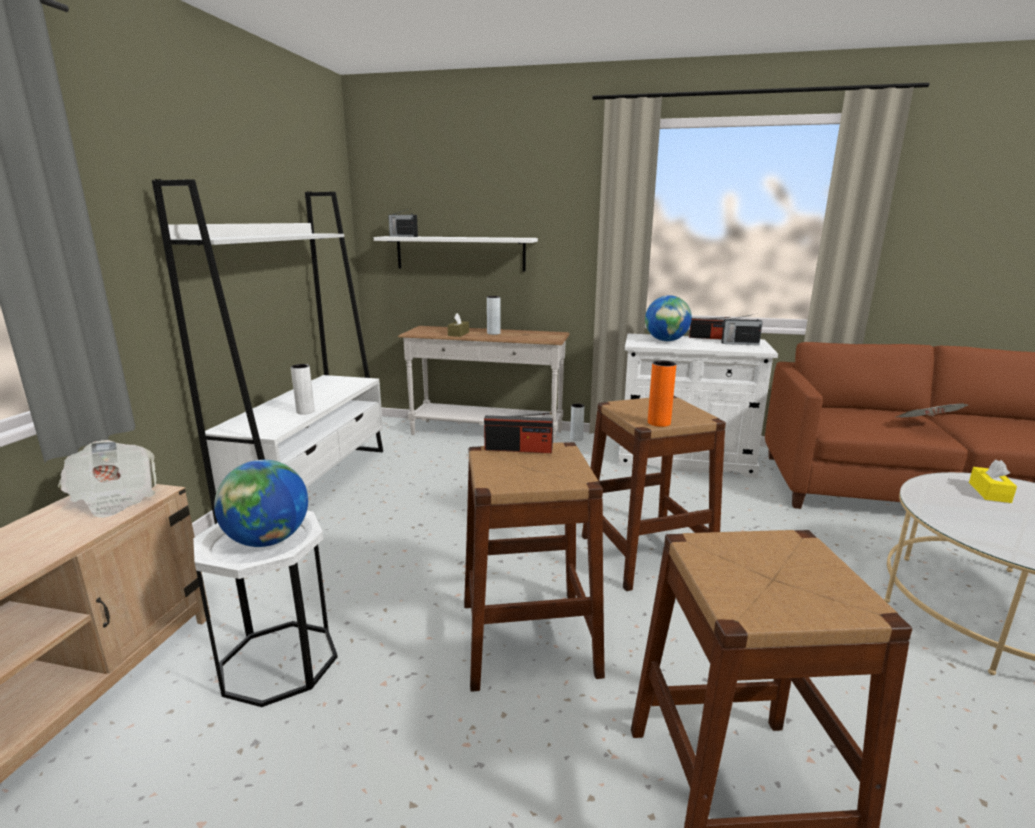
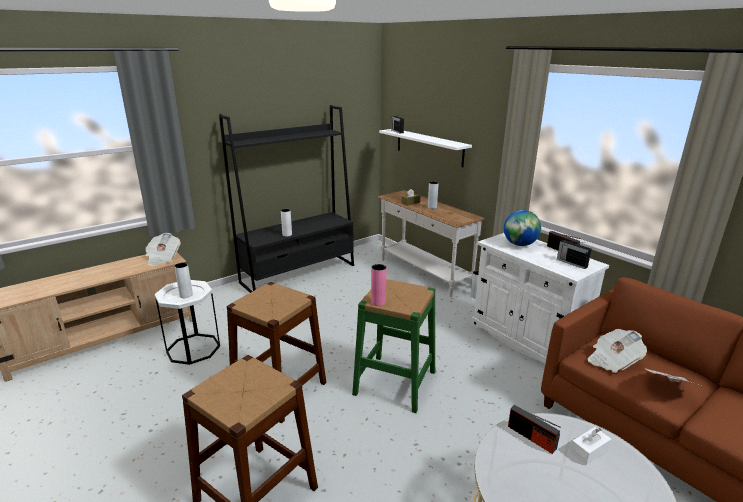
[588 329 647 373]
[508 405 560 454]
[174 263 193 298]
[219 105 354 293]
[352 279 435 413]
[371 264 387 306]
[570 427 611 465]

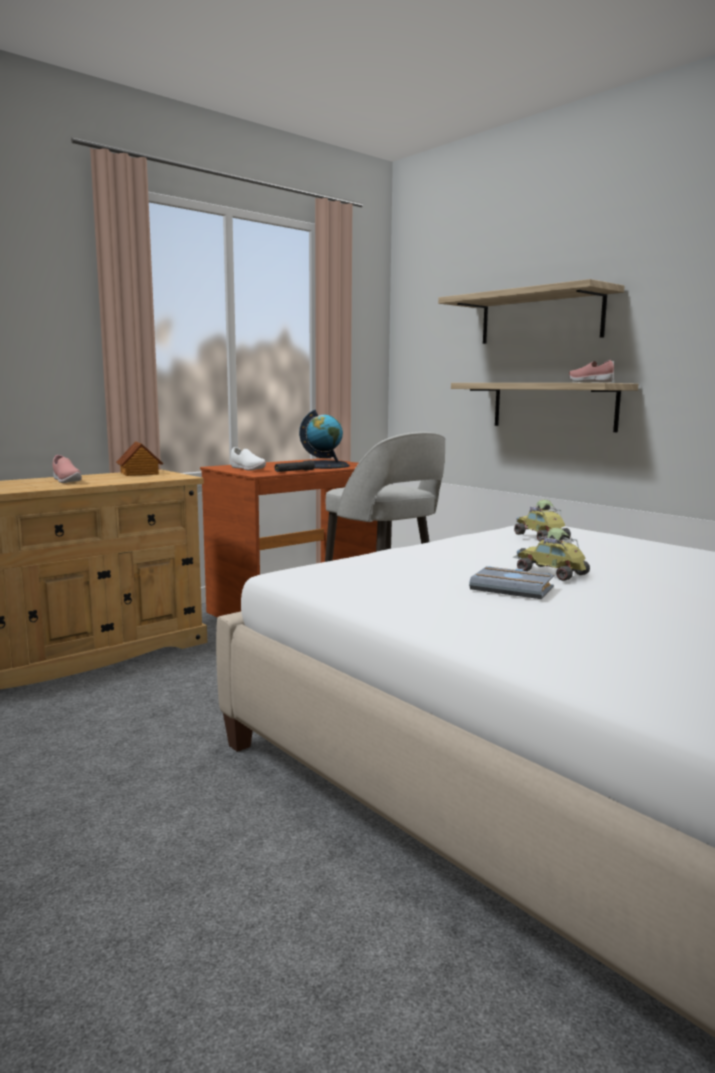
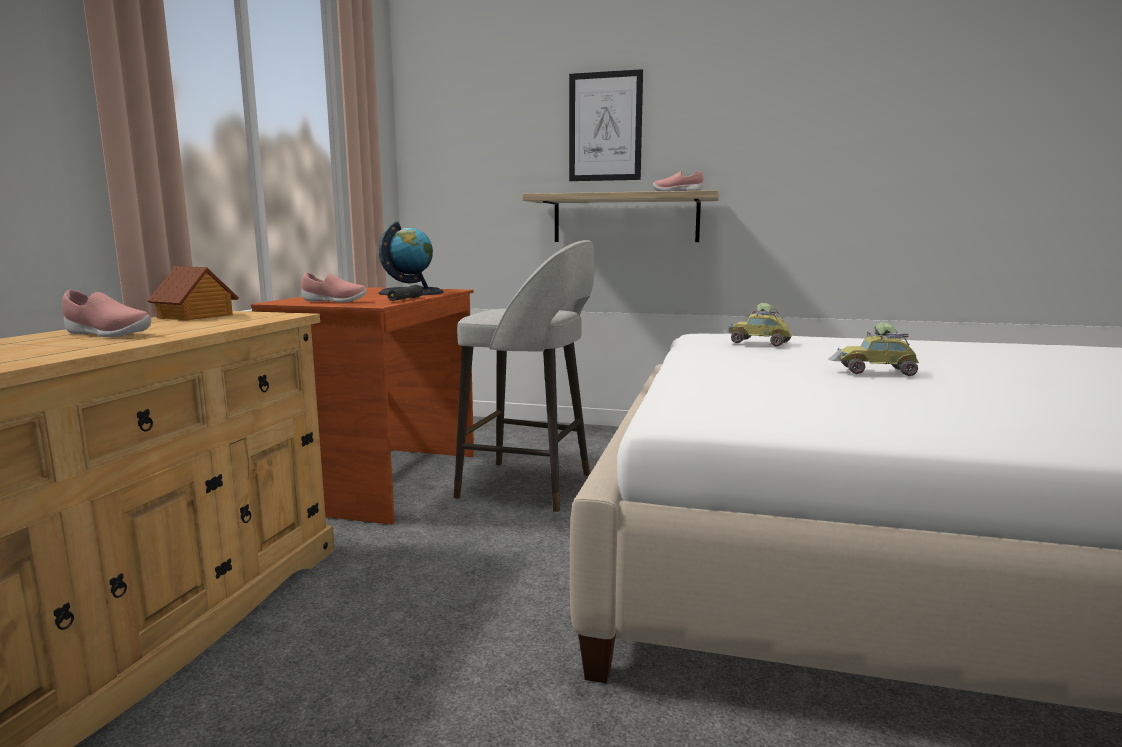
[469 566 554 599] (first image)
[569 69 643 181]
[301 272 367 303]

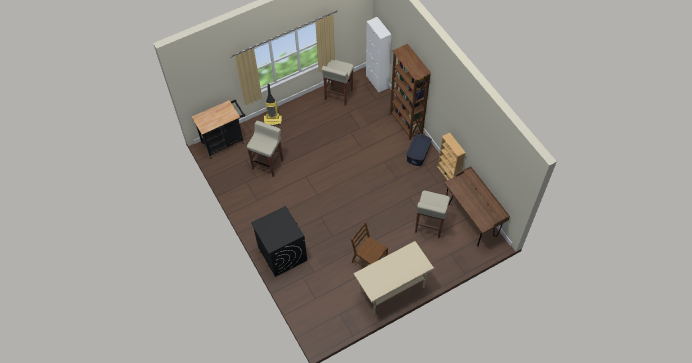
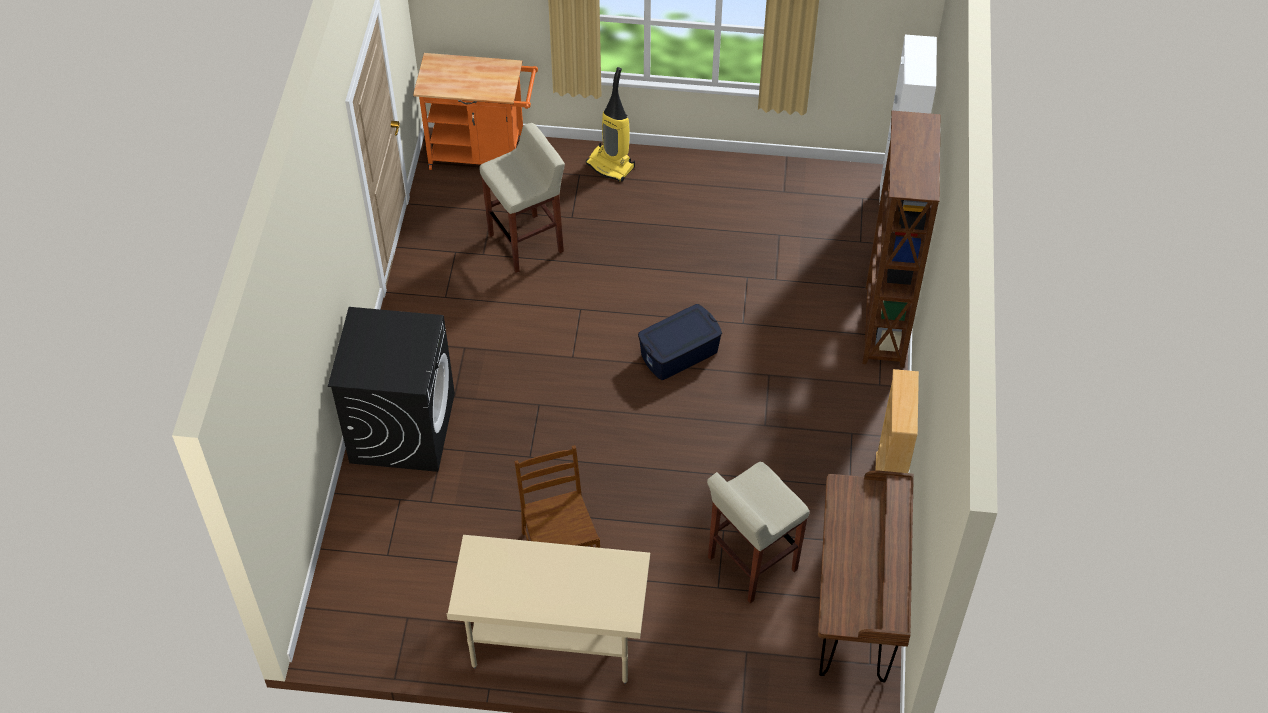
[322 60 354 106] (first image)
[638 304 722 380]
[413 53 538 170]

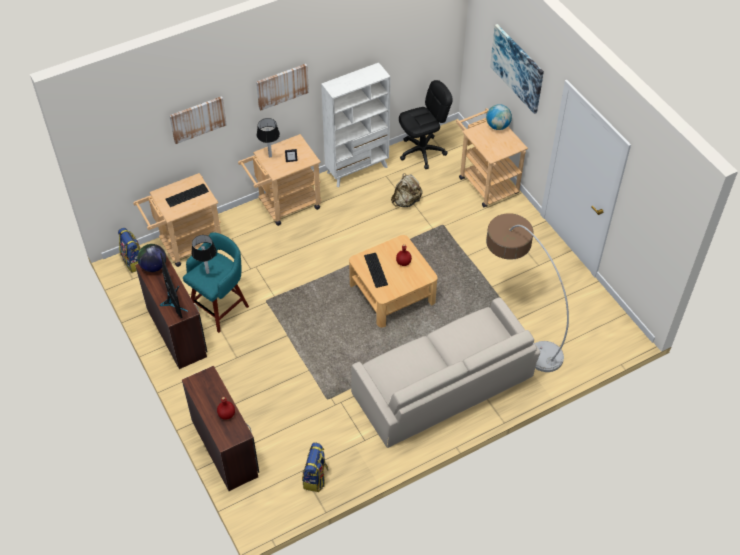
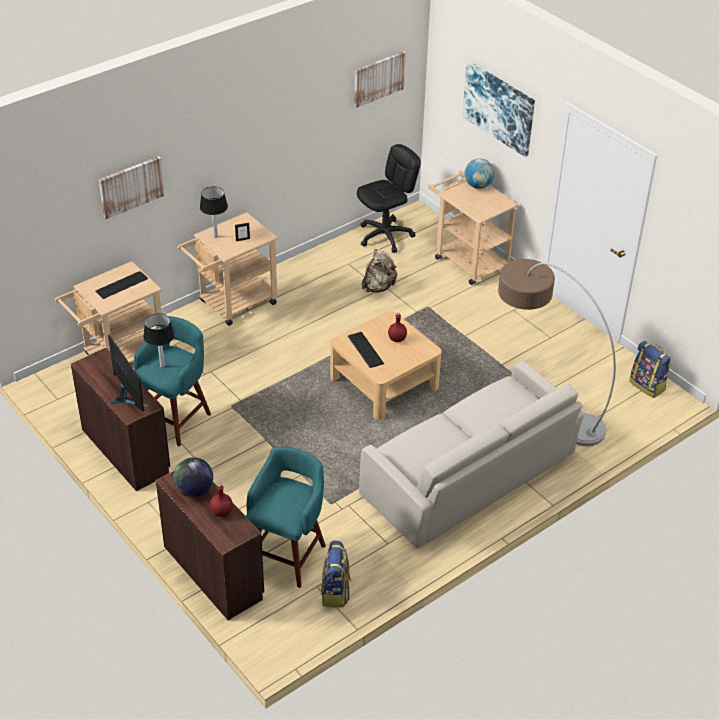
[321 62 391 187] (first image)
[246 447 326 588]
[629 341 671 398]
[173 457 213 497]
[354 51 406 108]

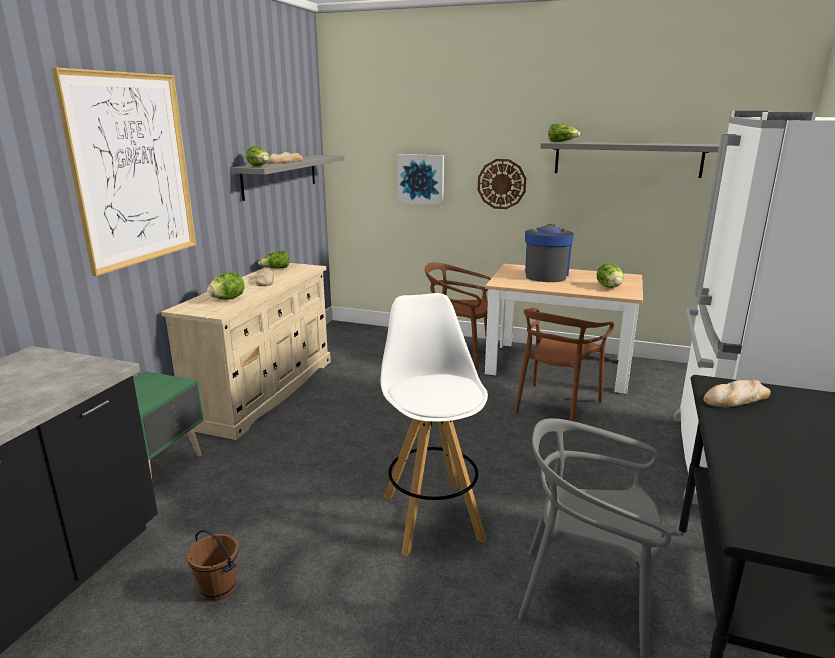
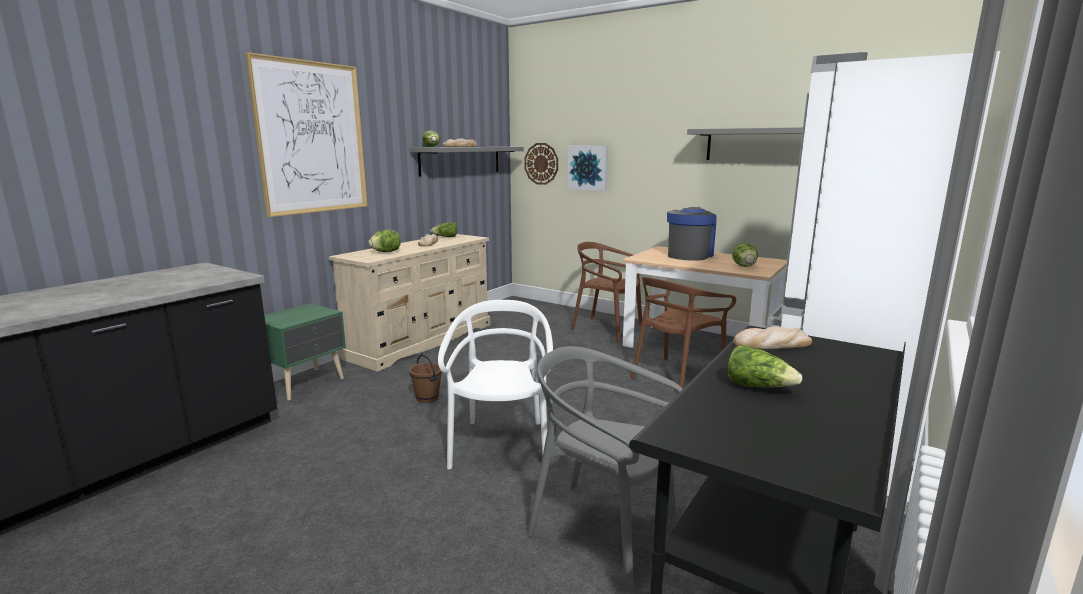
[409 354 442 403]
[524 143 558 185]
[728 345 802 388]
[438 300 553 469]

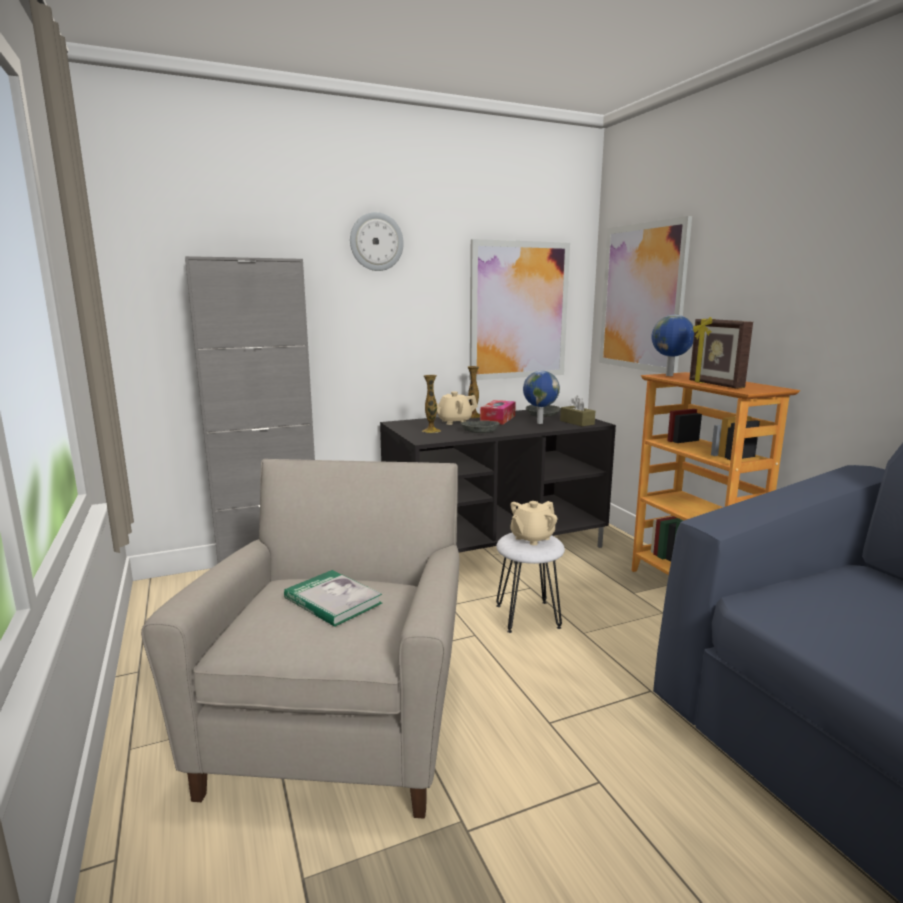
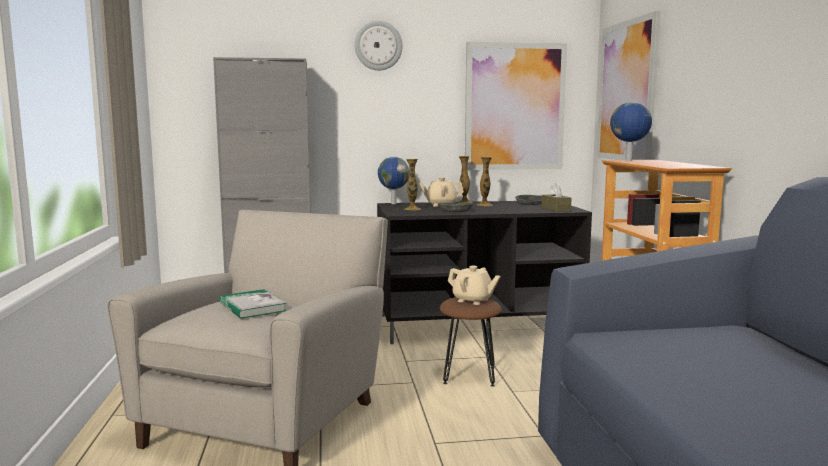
[689 317 753 388] (first image)
[378 157 410 204]
[476 157 492 206]
[440 297 502 387]
[448 266 501 305]

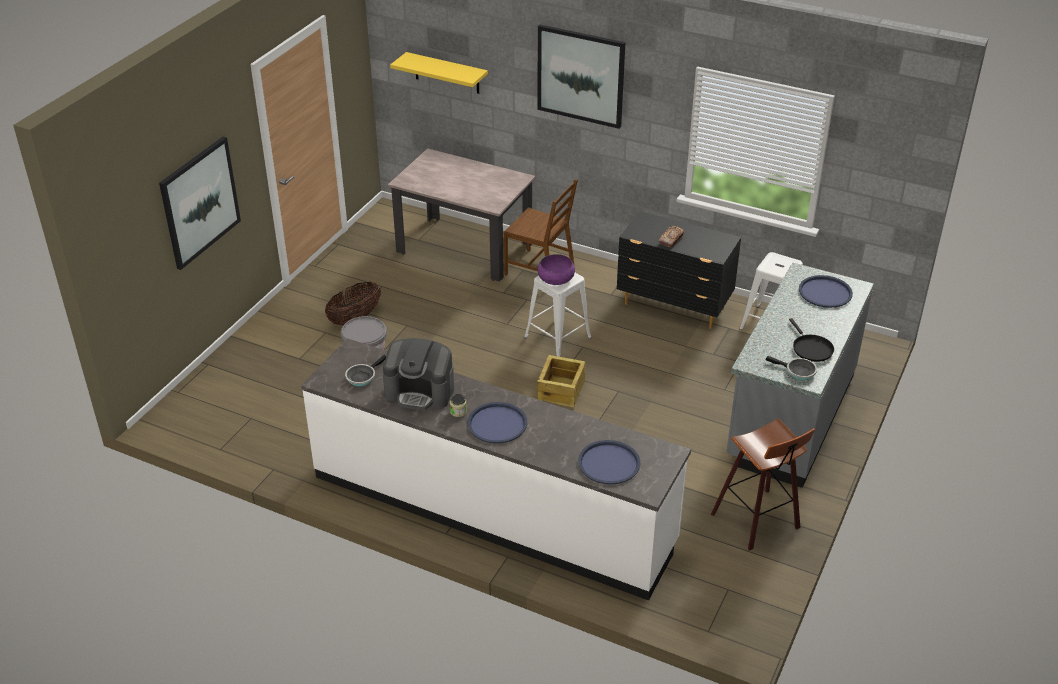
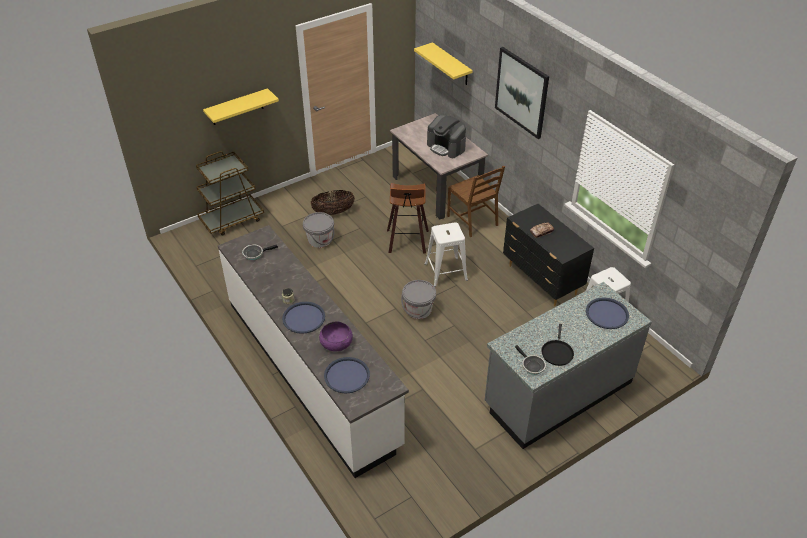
[196 151 264 236]
[427 115 466 158]
[319 321 353 352]
[387 183 429 254]
[203 88 279 125]
[401 280 436 319]

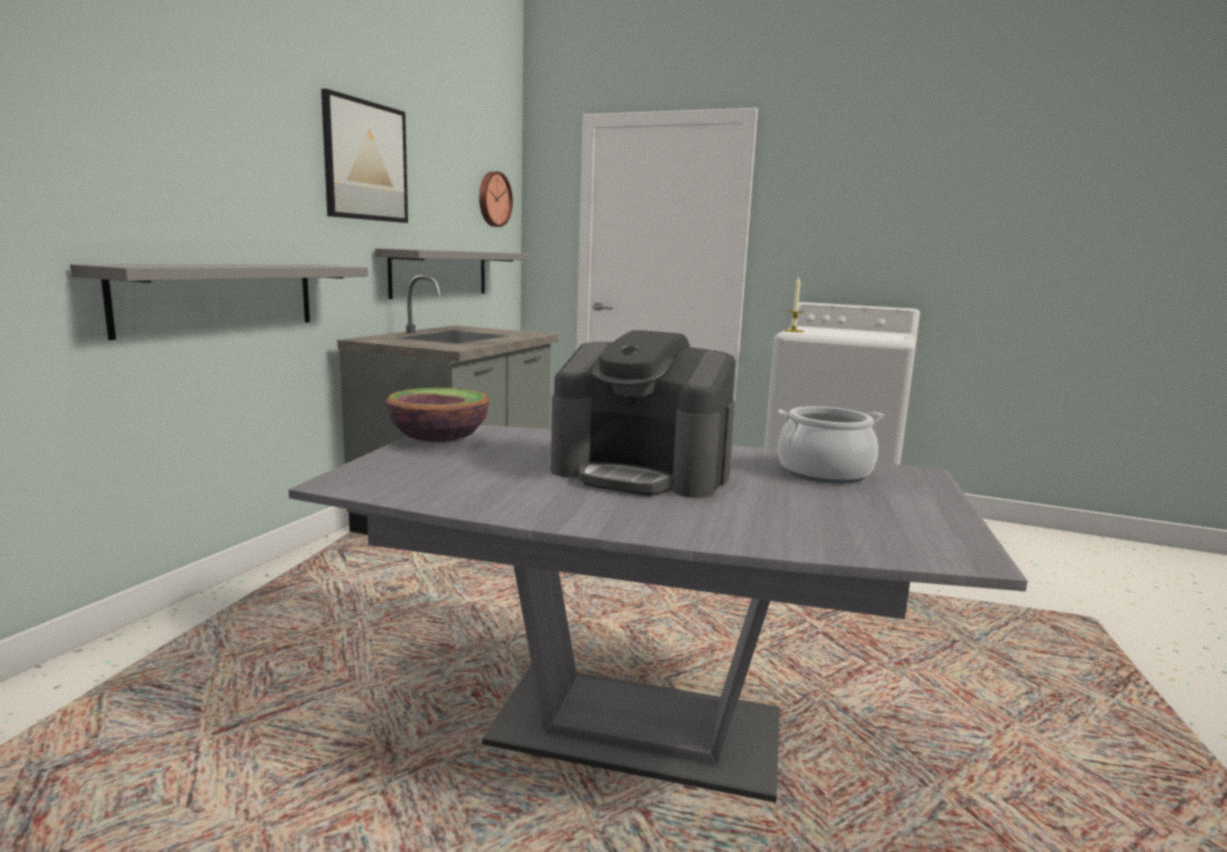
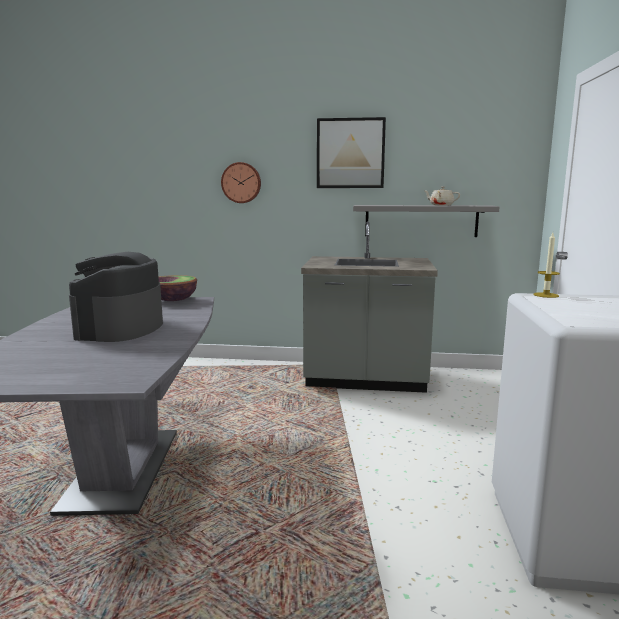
[70 264 368 340] (first image)
[778 406 884 484] (first image)
[423 186 460 206]
[221 162 261 203]

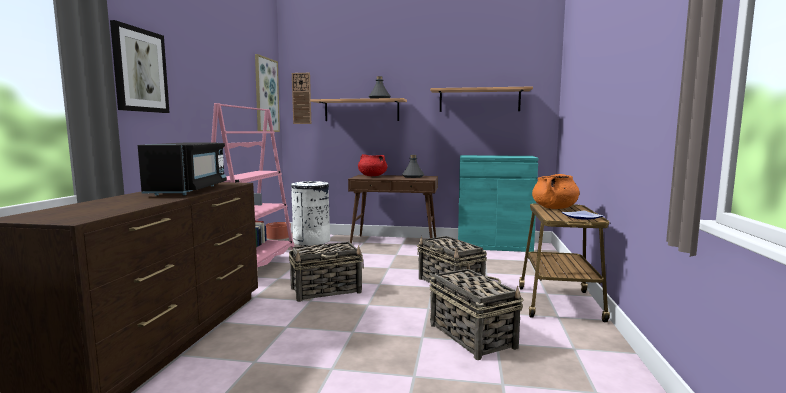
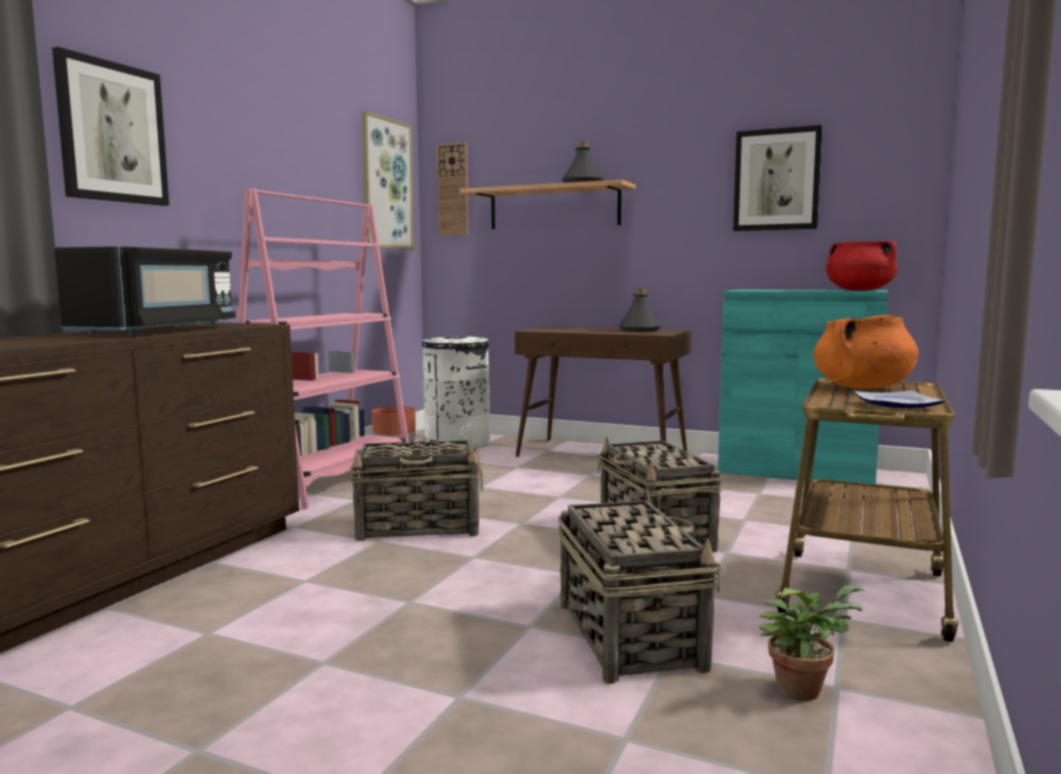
[759 585 864 701]
[826 241 898 291]
[733 125 822 231]

